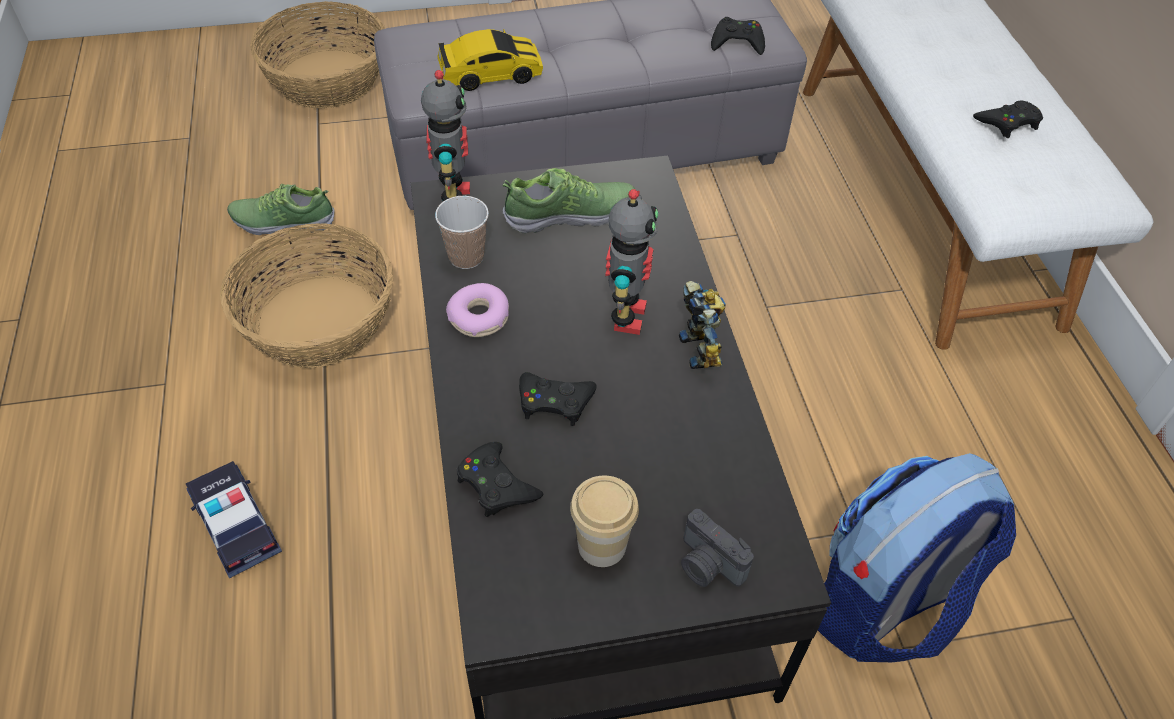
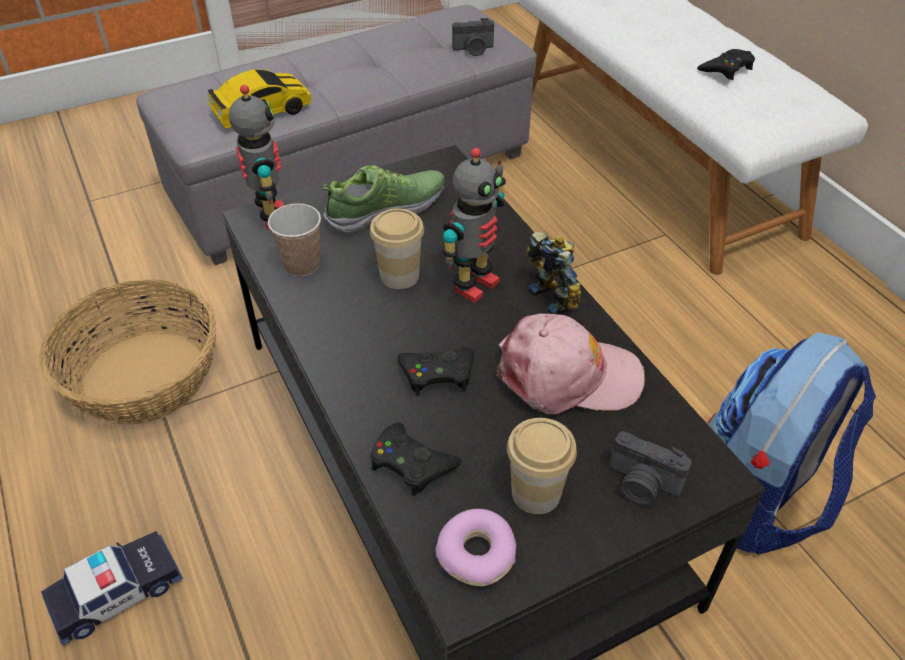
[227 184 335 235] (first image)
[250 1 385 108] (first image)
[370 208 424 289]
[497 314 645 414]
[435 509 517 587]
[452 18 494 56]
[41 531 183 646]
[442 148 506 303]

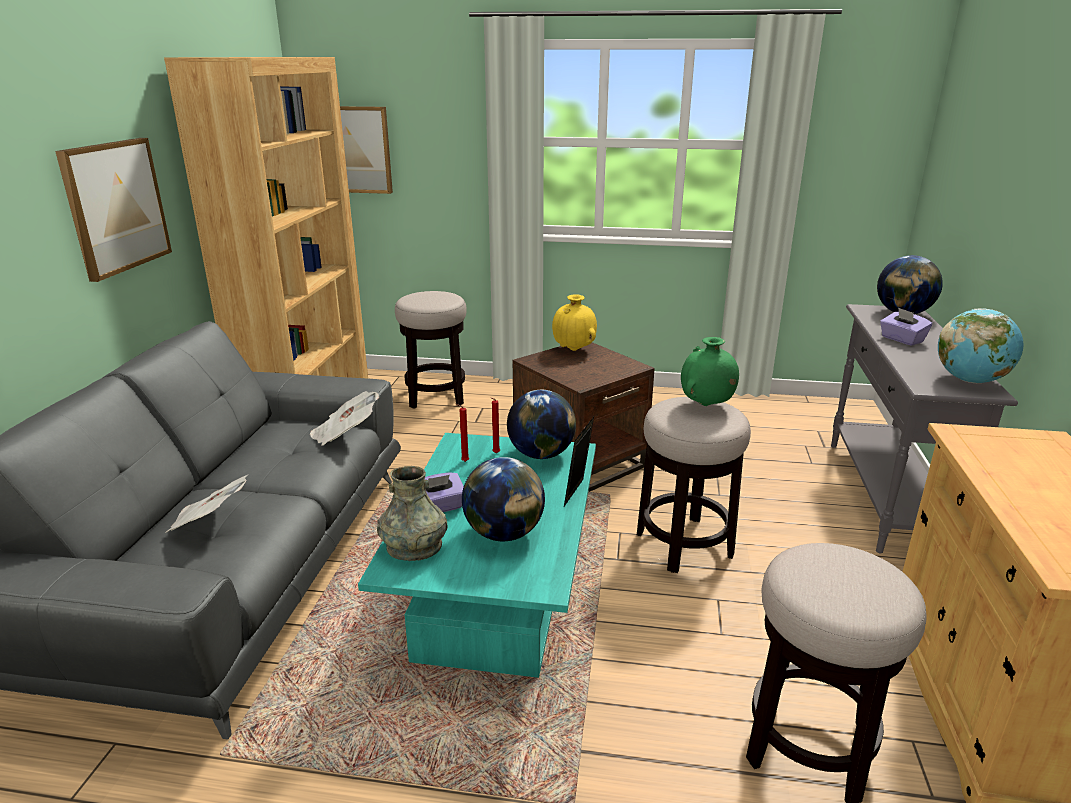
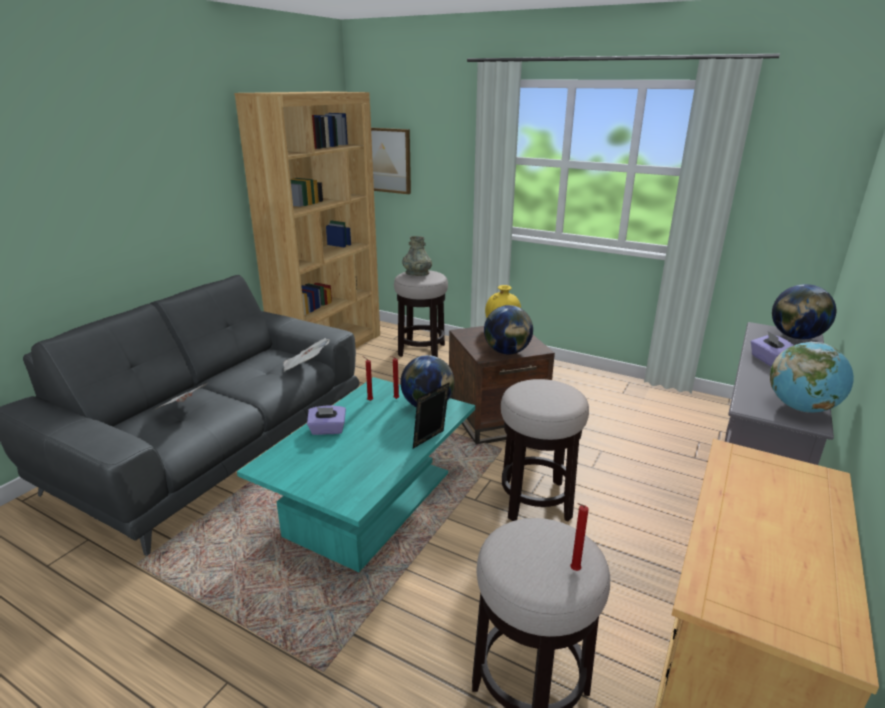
[55 138 172 282] (first image)
[681 337 739 406] (first image)
[570 503 589 571]
[402 236 432 276]
[484 305 533 355]

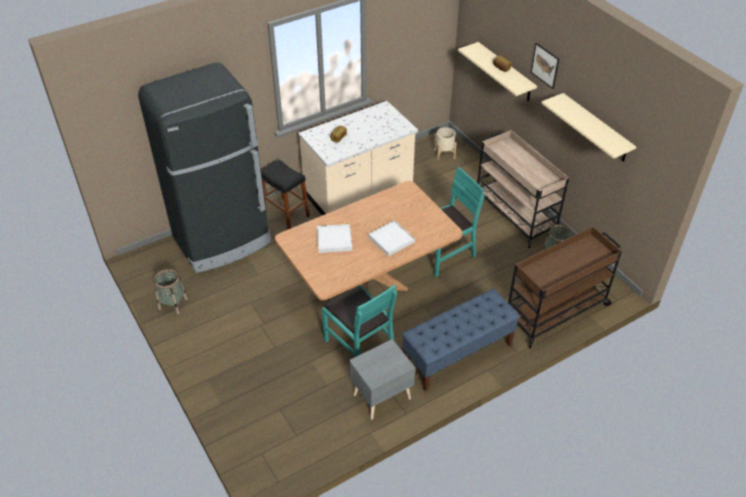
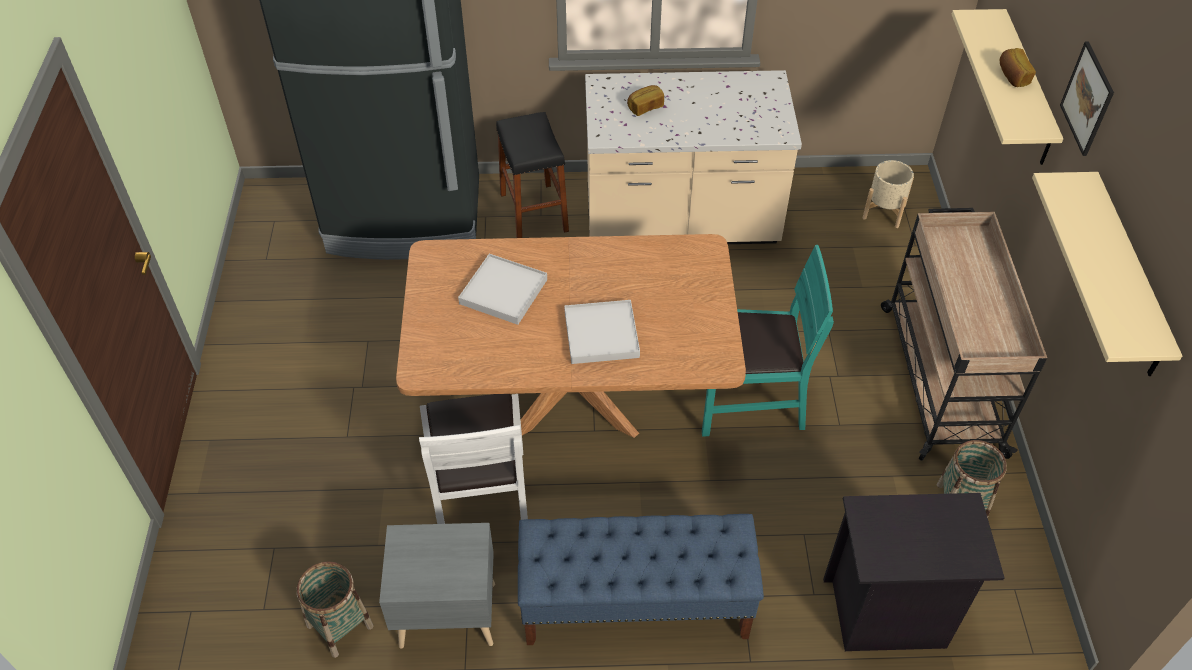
[296 561 374 658]
[823 493 1005 651]
[419 394 528 524]

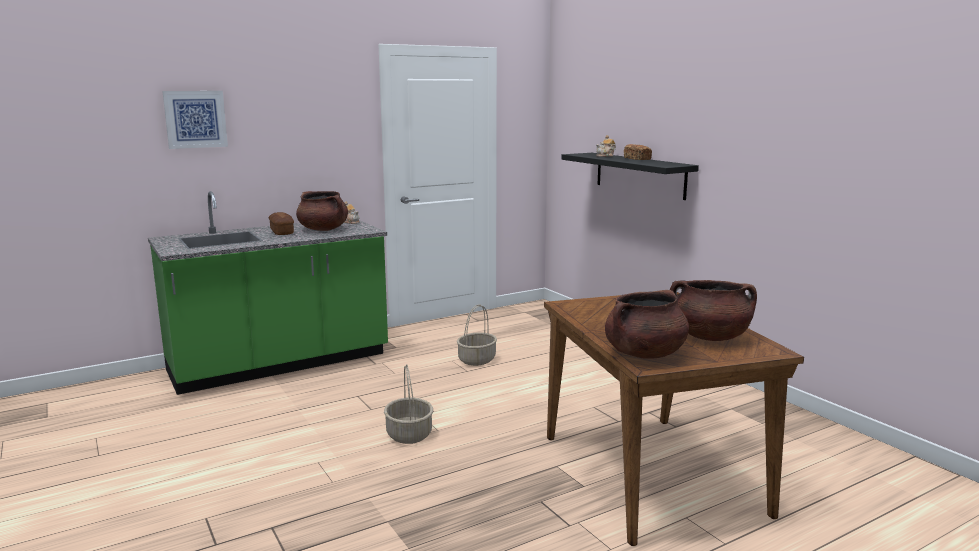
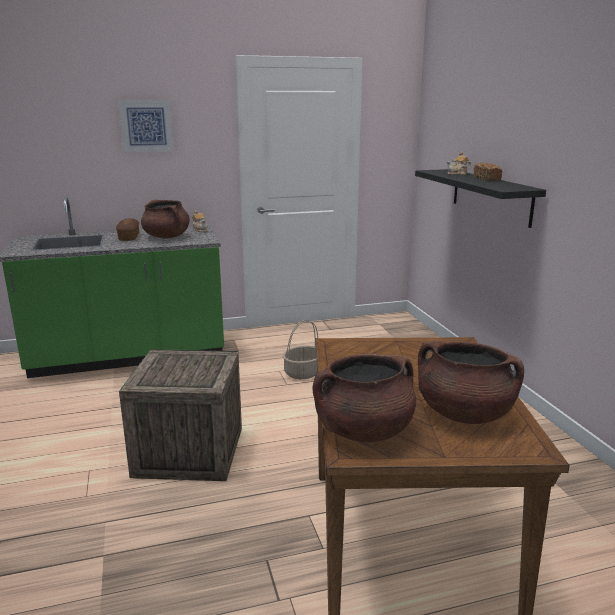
[118 100 174 152]
[119 349 242 481]

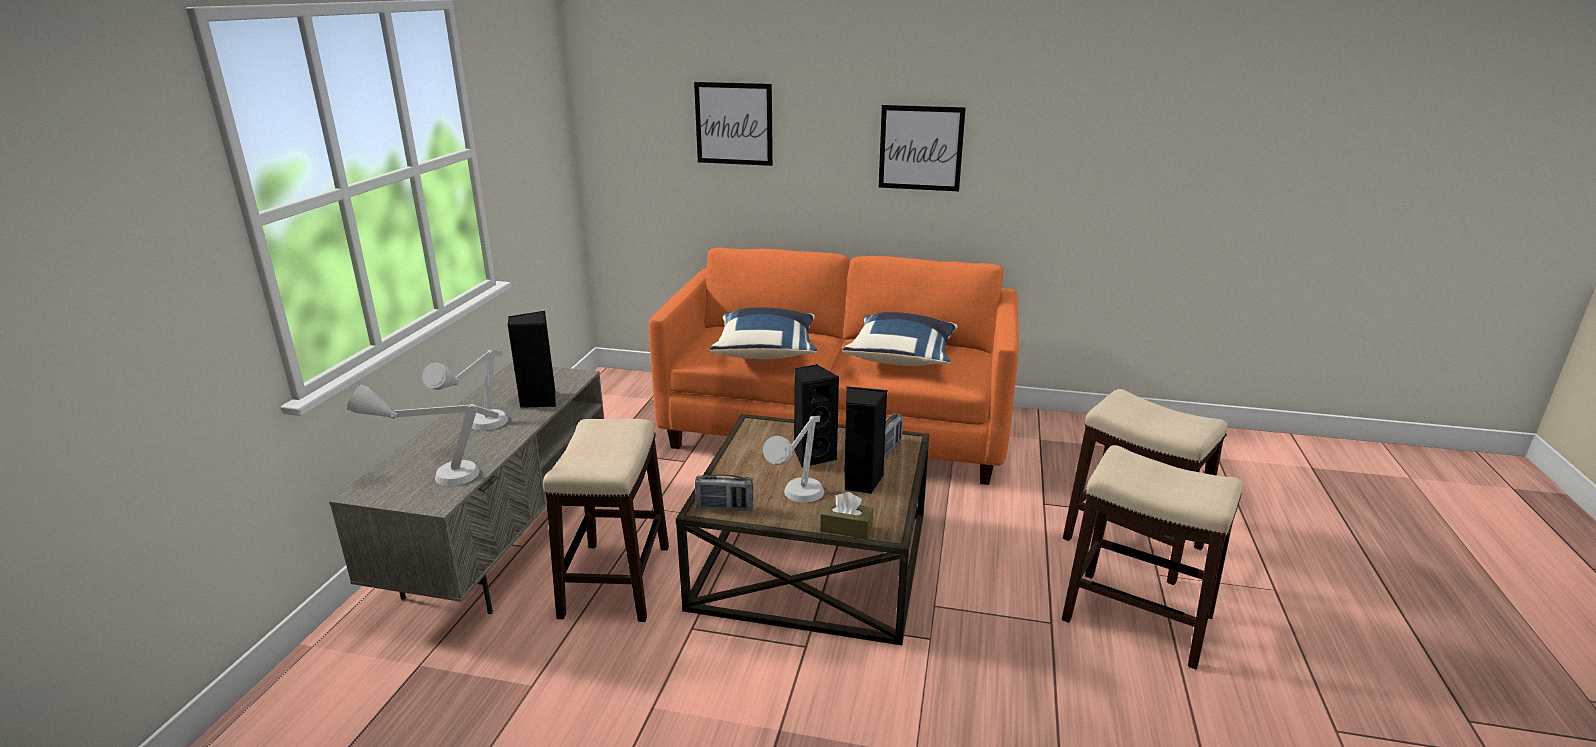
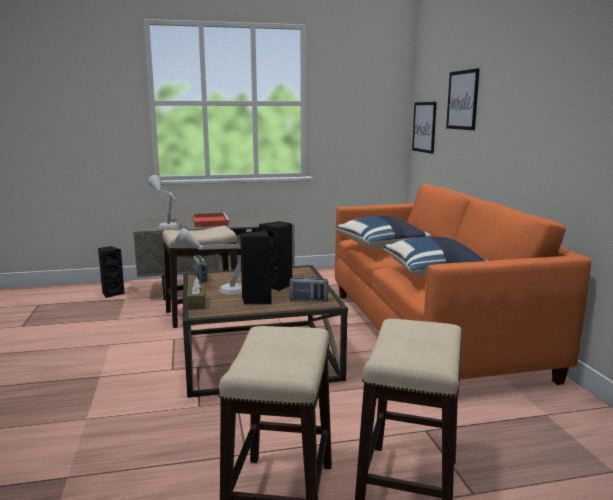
[98 246 125 298]
[412 102 437 154]
[193 213 230 227]

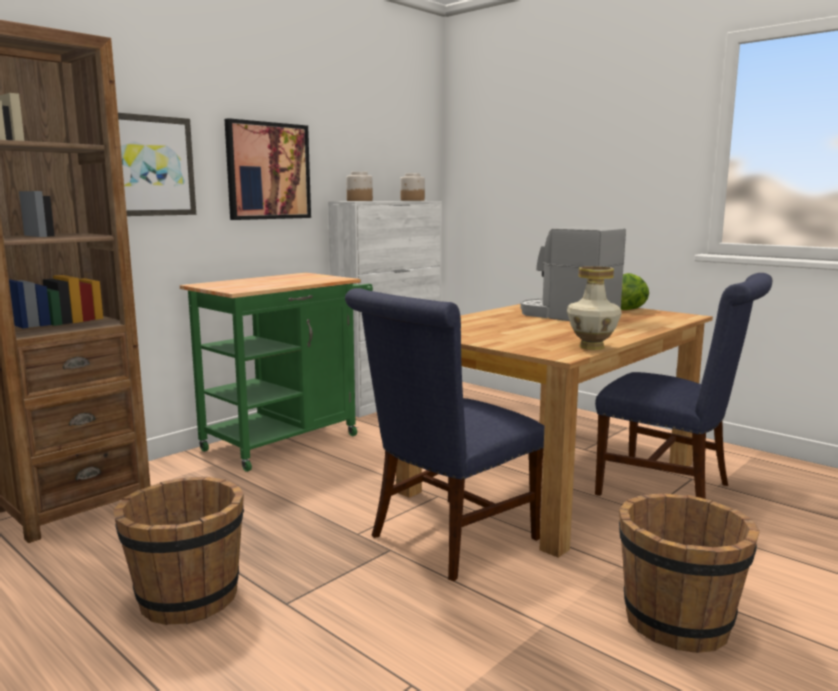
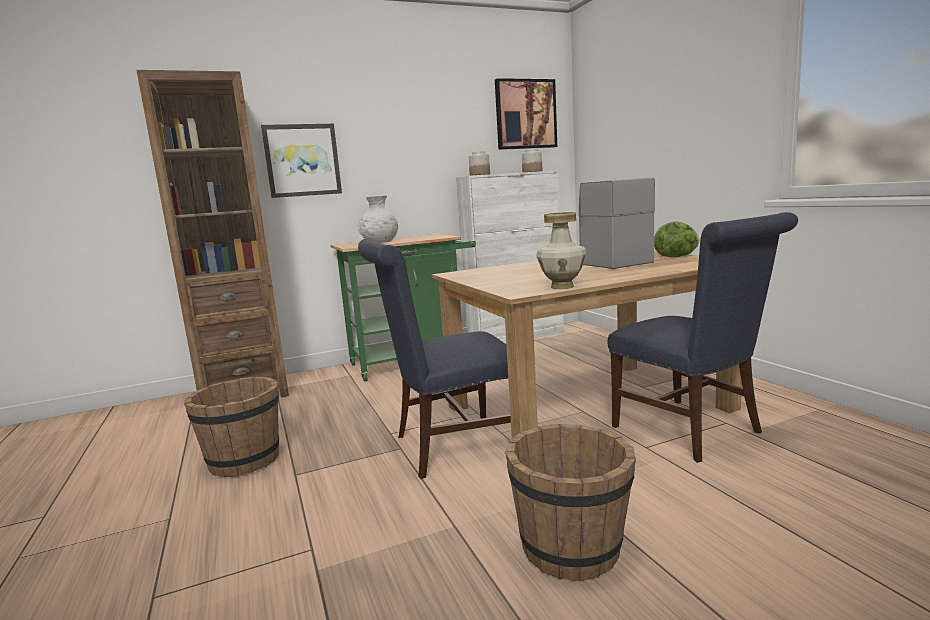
[357 196 398 243]
[495 78 557 150]

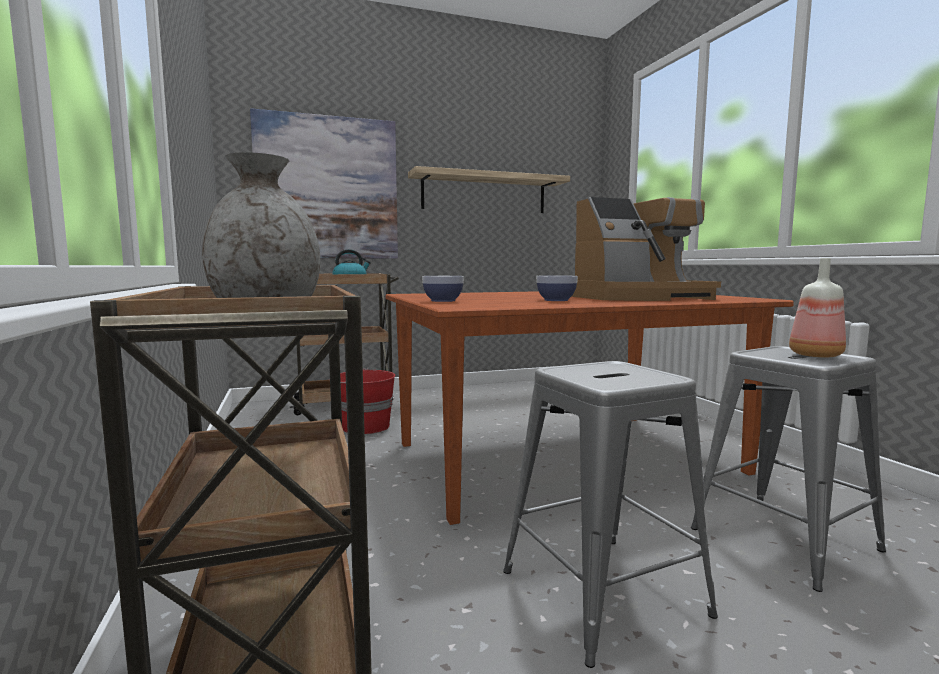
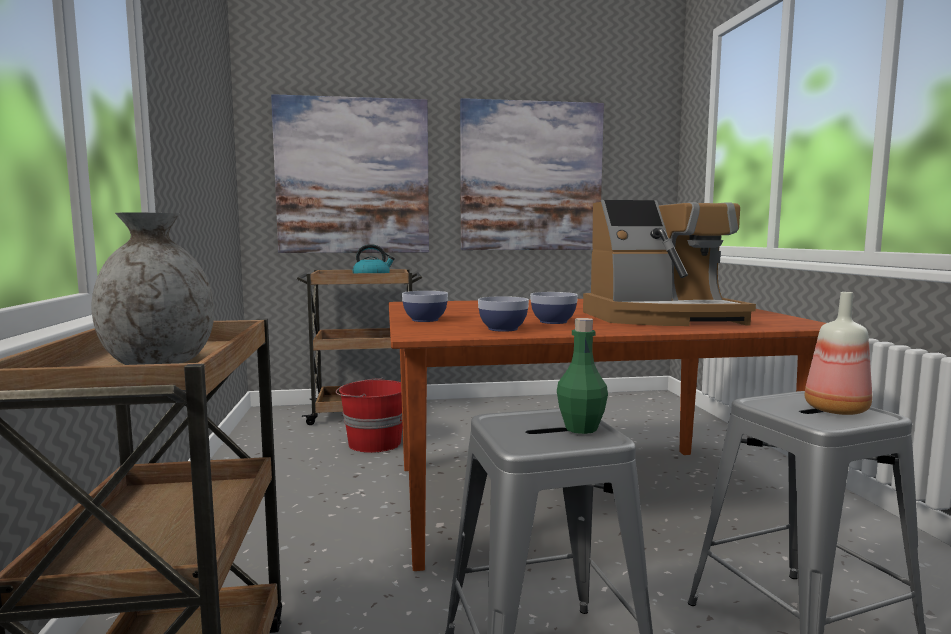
[478 296 529 332]
[557 318 608 434]
[460 98 604 250]

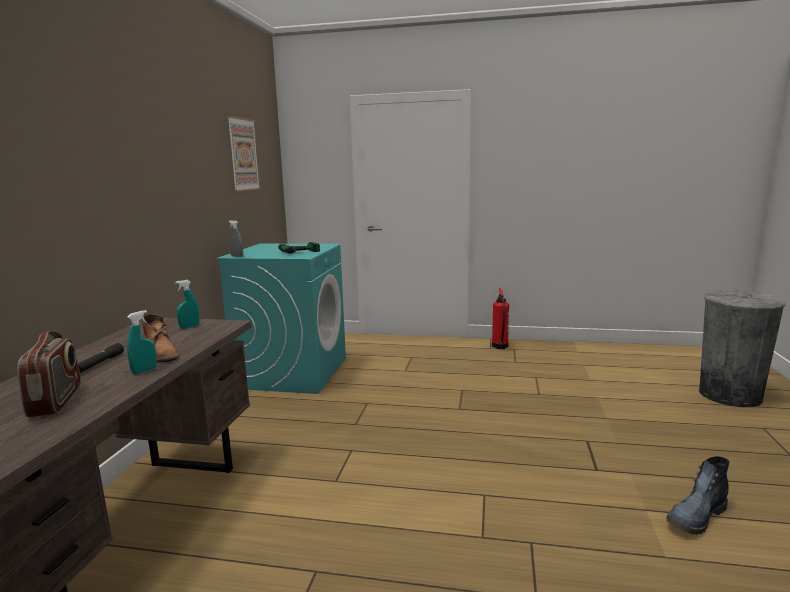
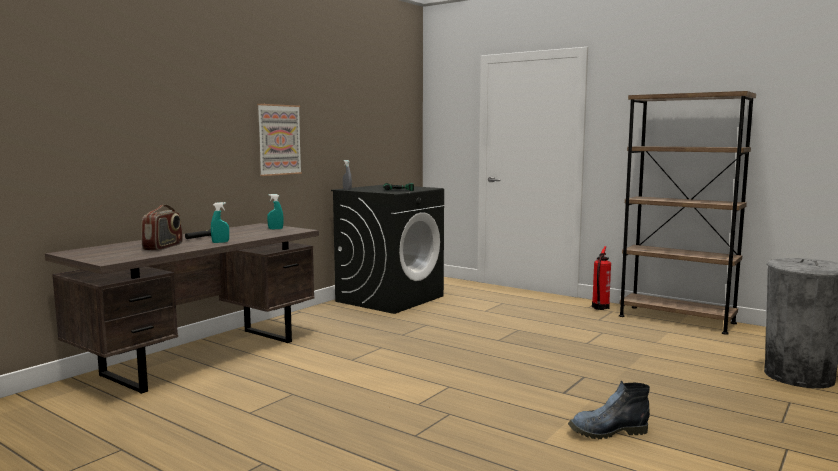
[142 314 180 362] (first image)
[619 91 756 335]
[257 104 302 176]
[331 185 444 314]

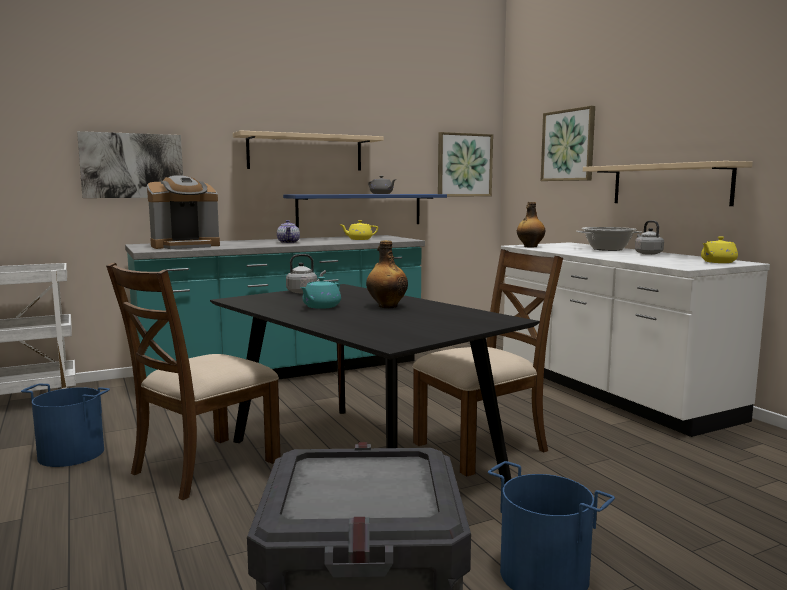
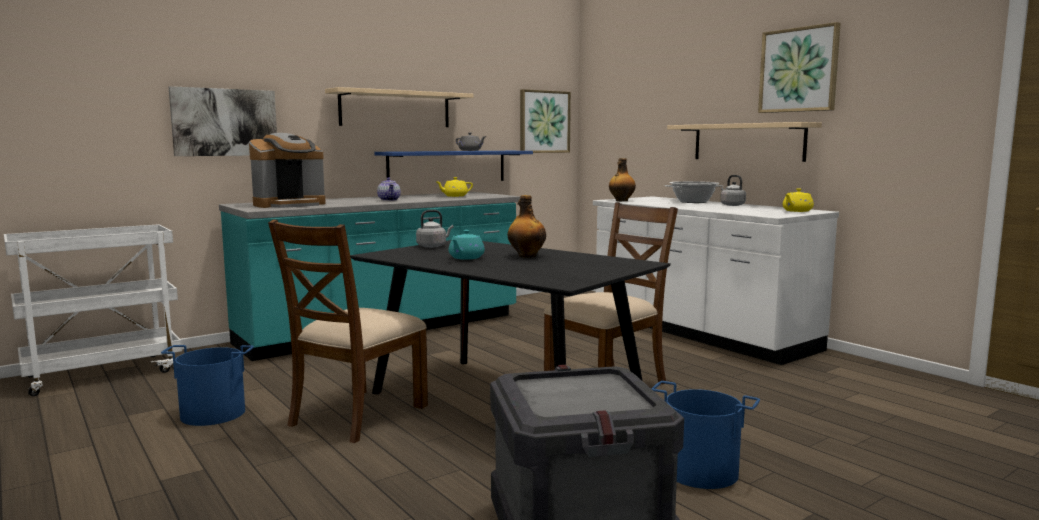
[758 22 841 113]

